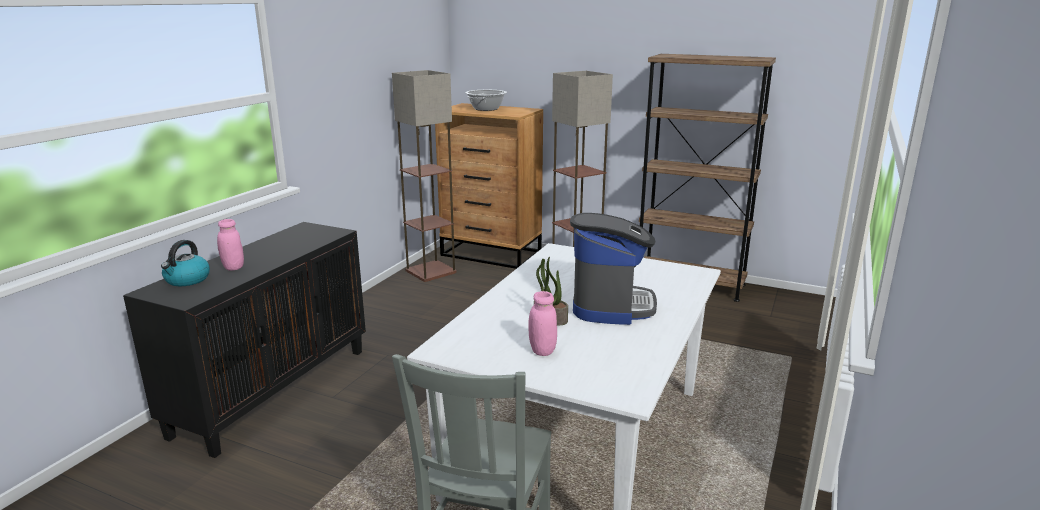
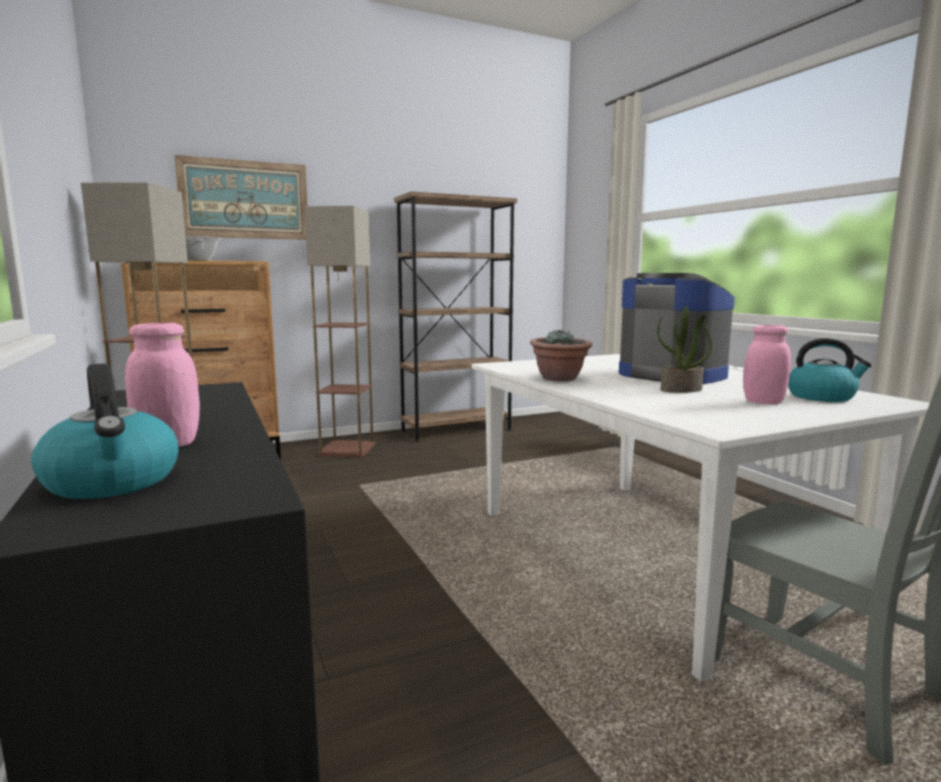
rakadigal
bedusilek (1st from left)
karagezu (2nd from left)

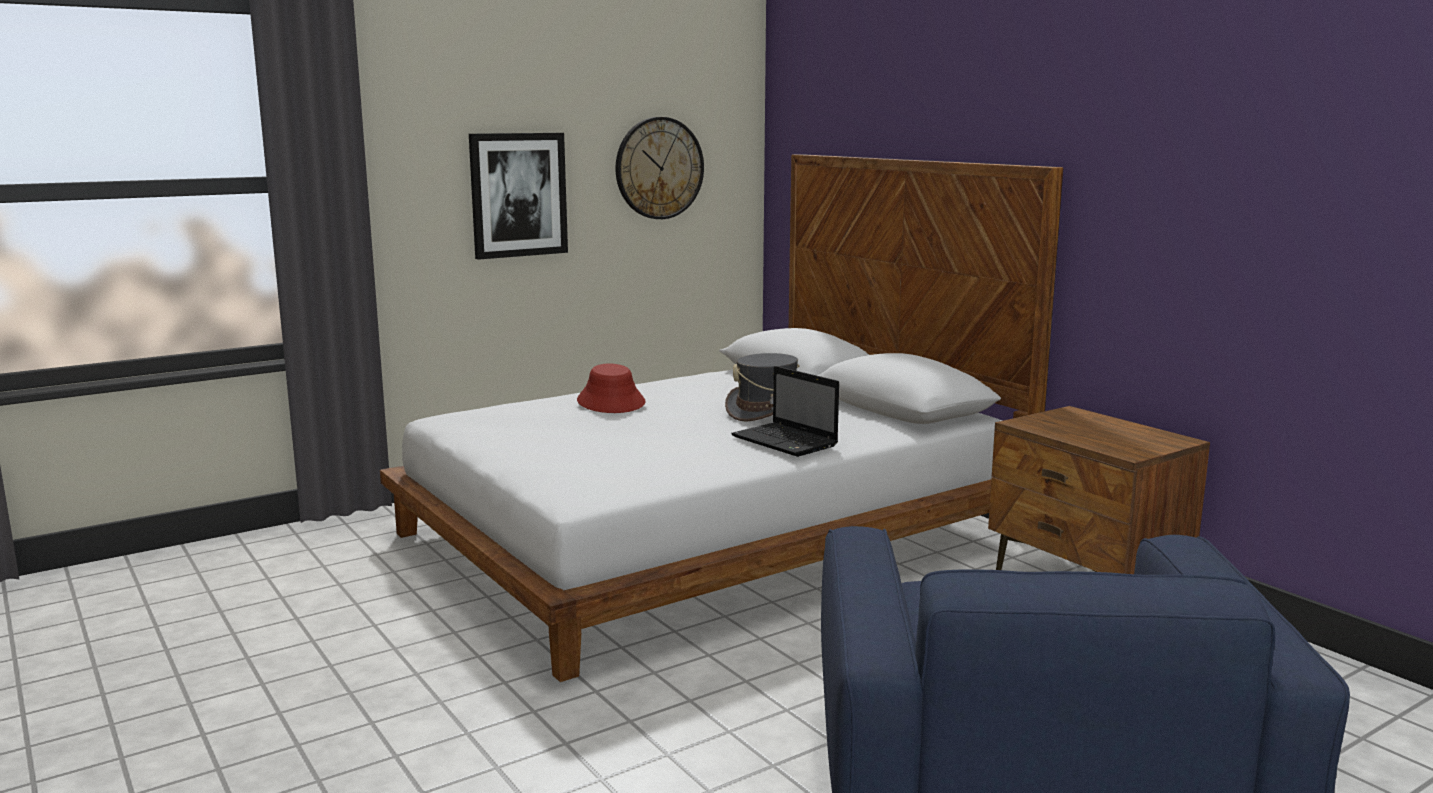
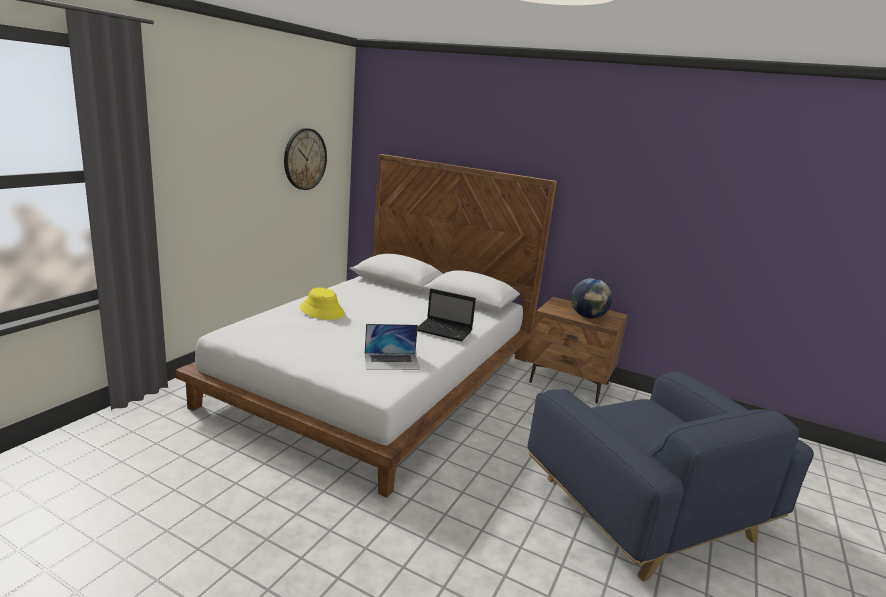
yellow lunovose
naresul (1st from left)
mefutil
rakadigal
grey lunovose

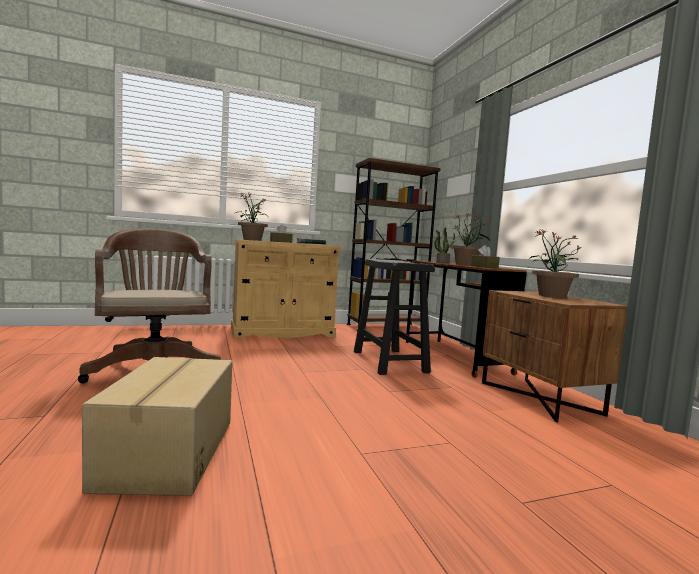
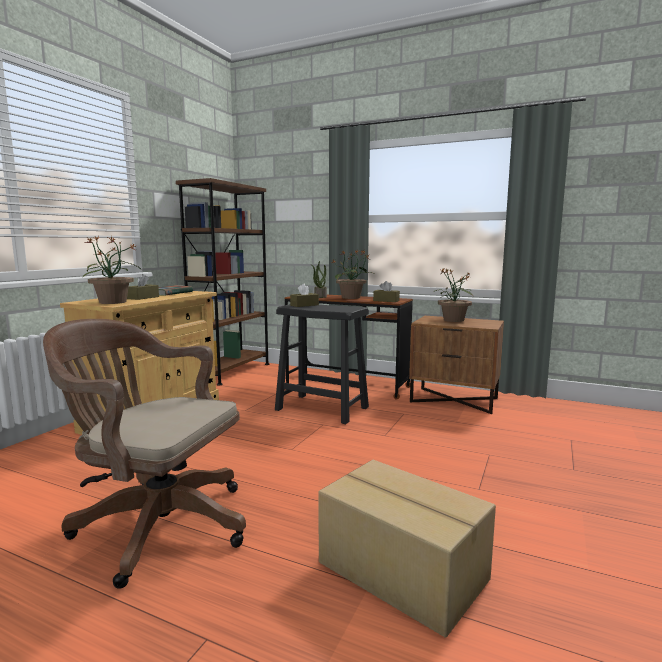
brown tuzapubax (2nd from left)

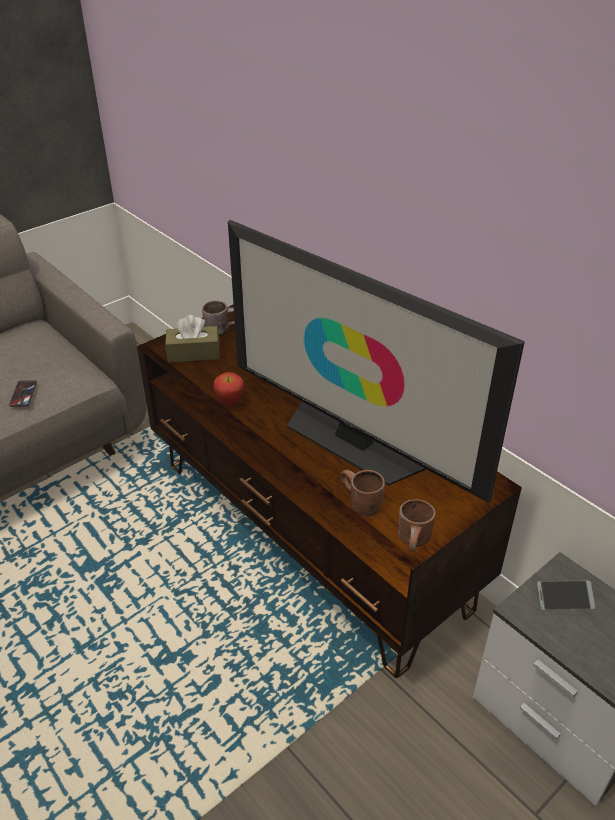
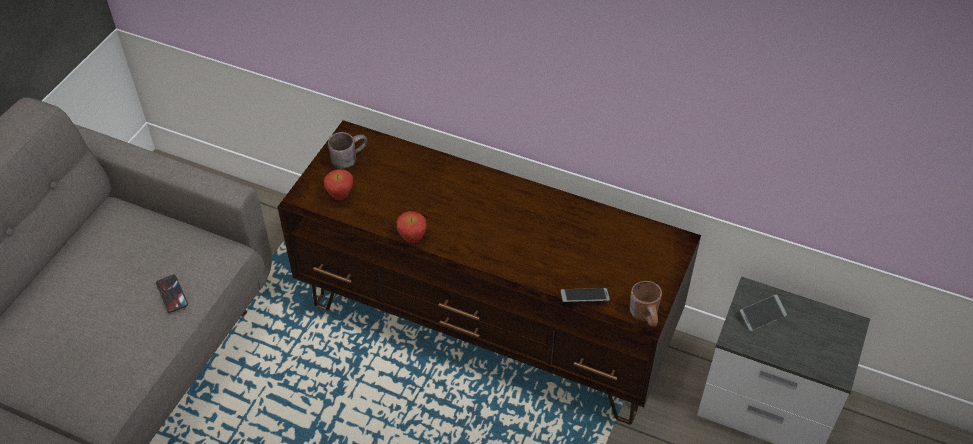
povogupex (1st from left)
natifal (2nd from left)
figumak

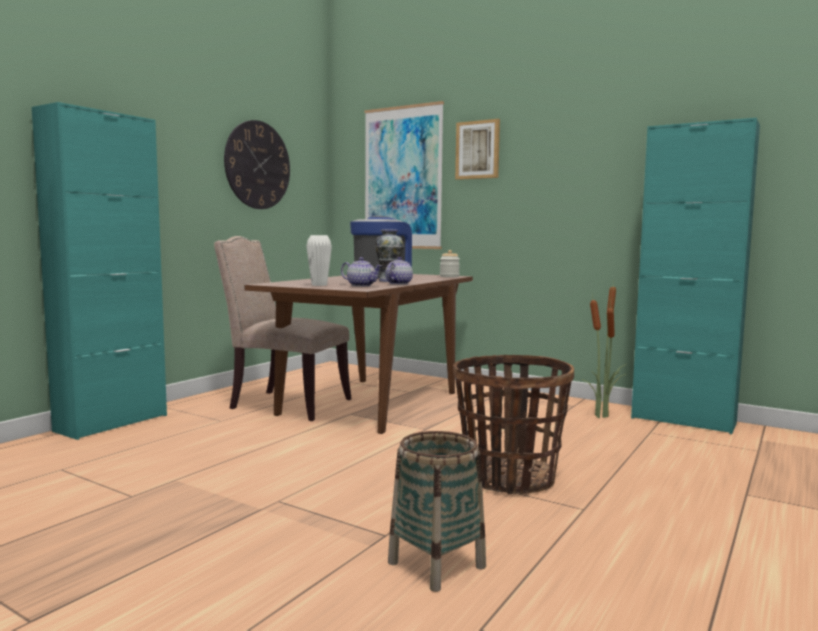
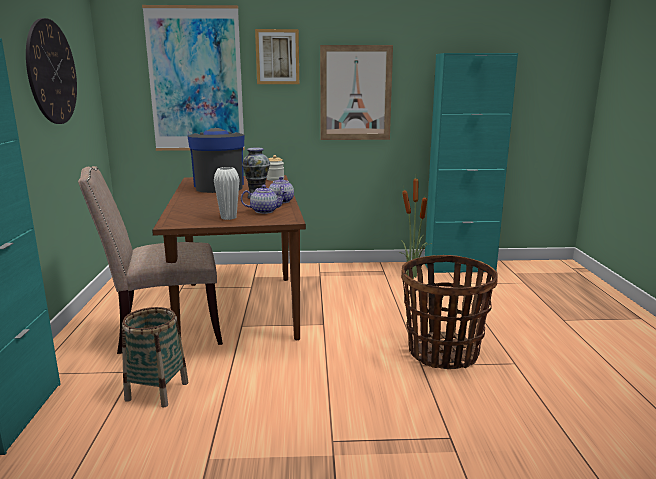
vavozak (1st from left)
rakadigal (3rd from left)

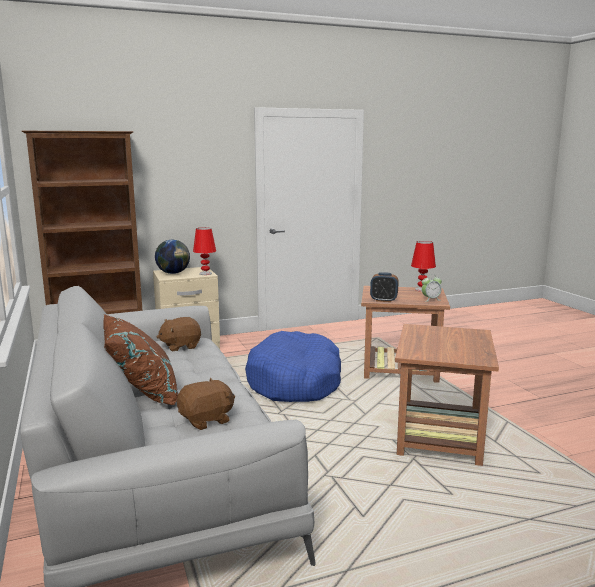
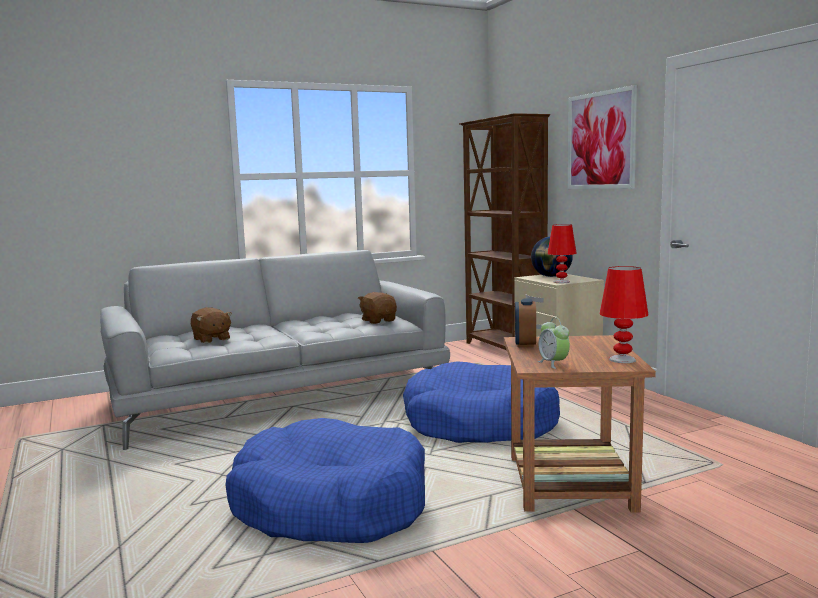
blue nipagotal (1st from left)
rakadigal
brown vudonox

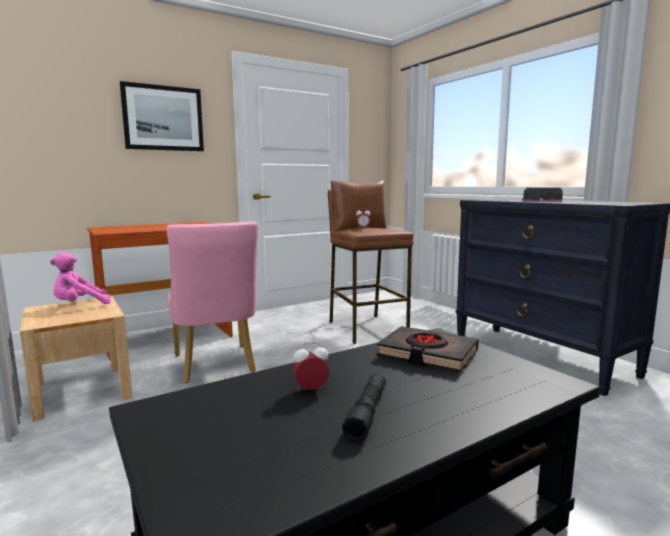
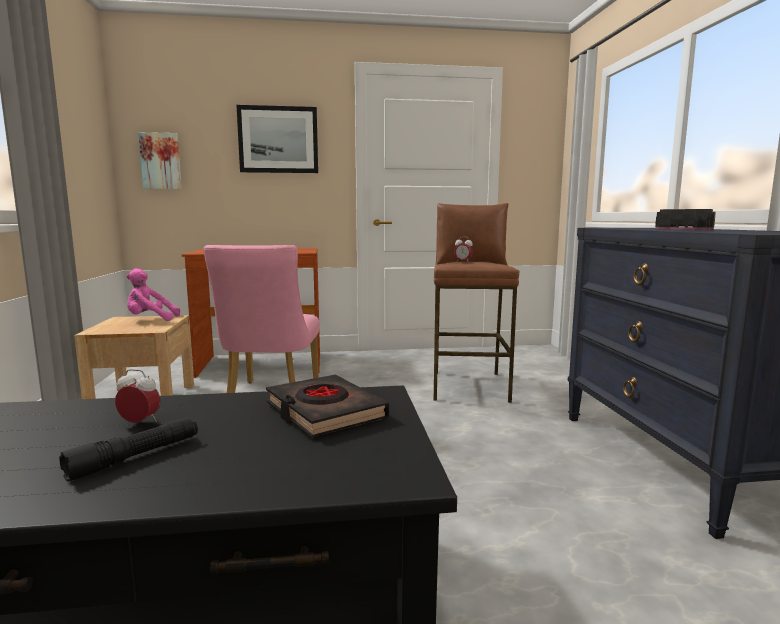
rakadigal (1st from left)

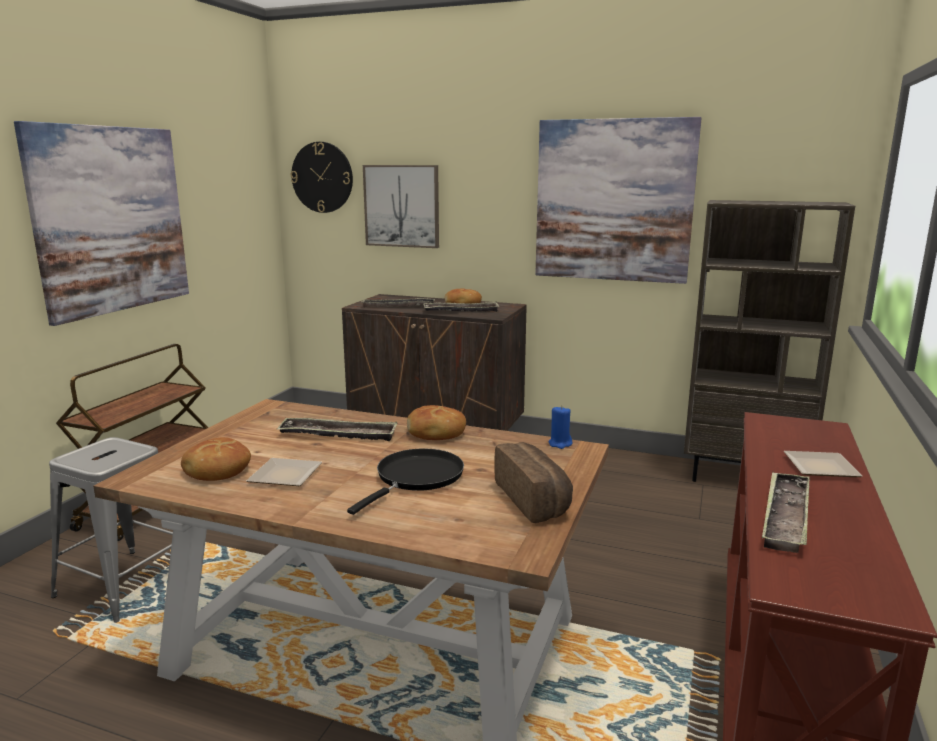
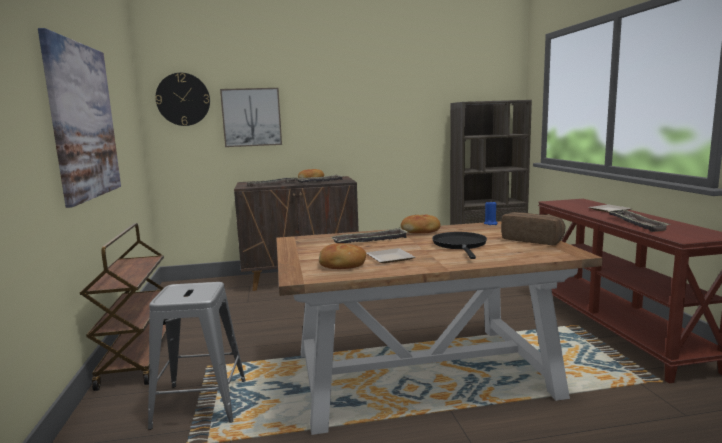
rakadigal (3rd from left in the first image)

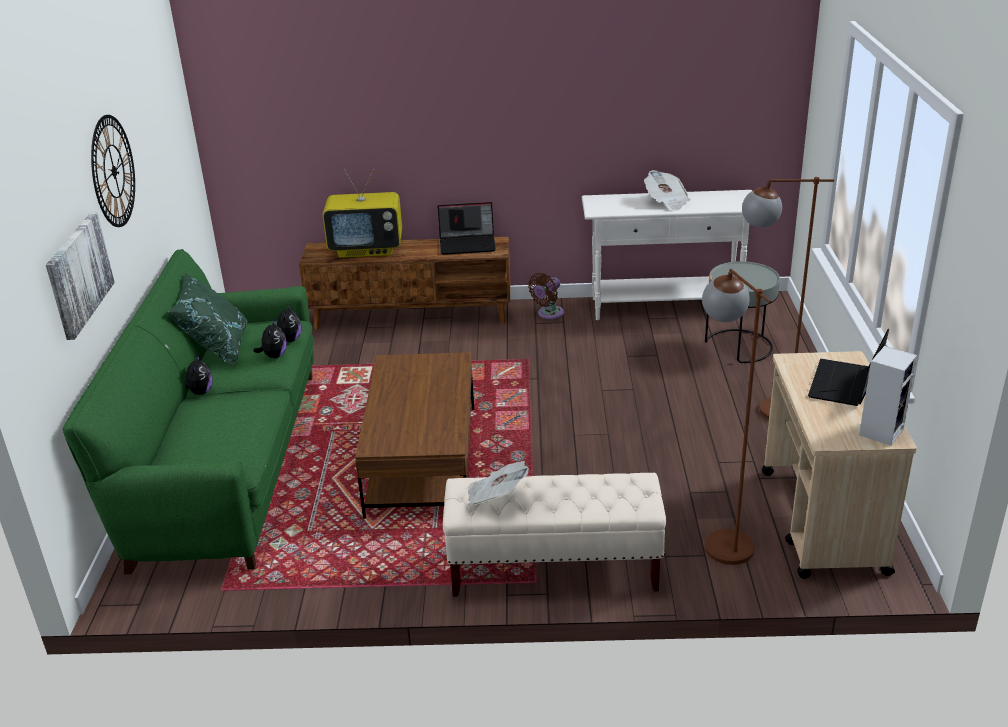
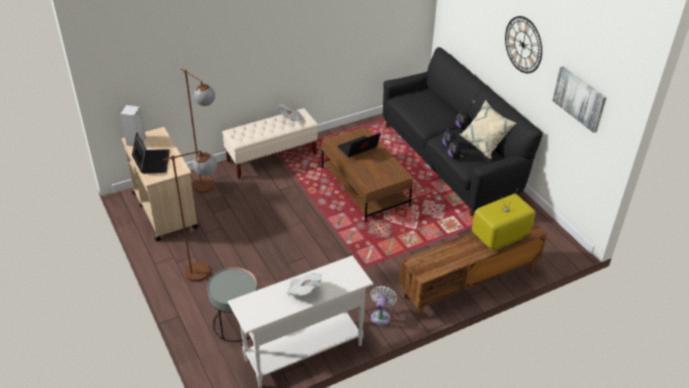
naresul (2nd from left)
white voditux
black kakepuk
beige vudonox
rakadigal

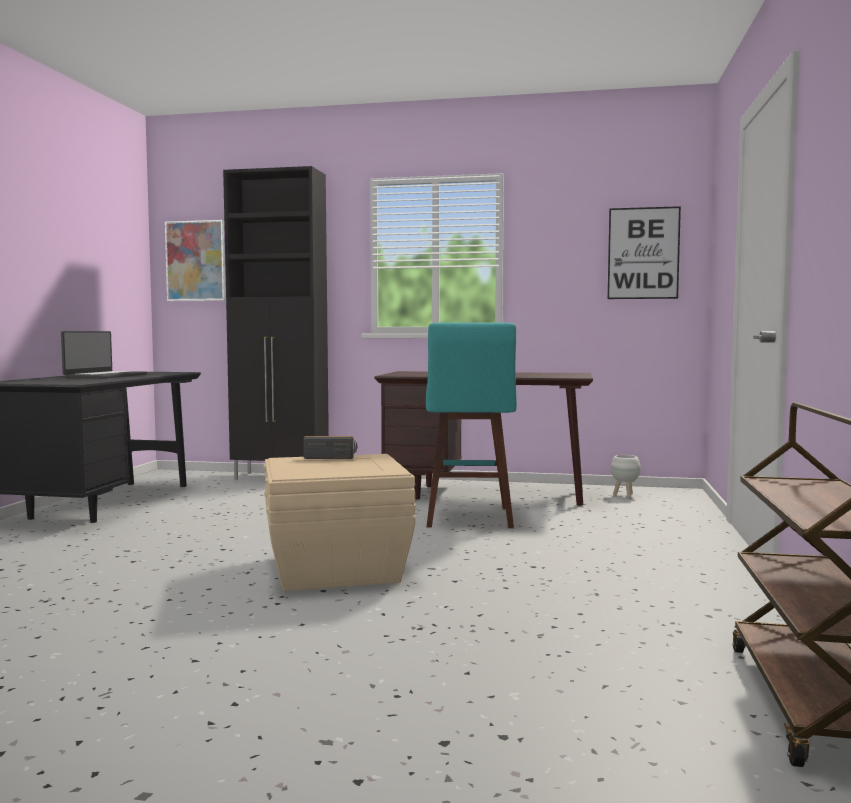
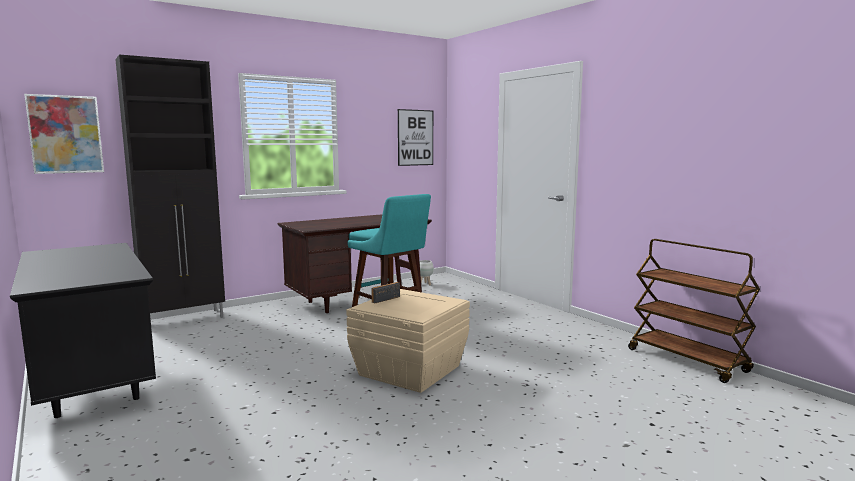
naresul

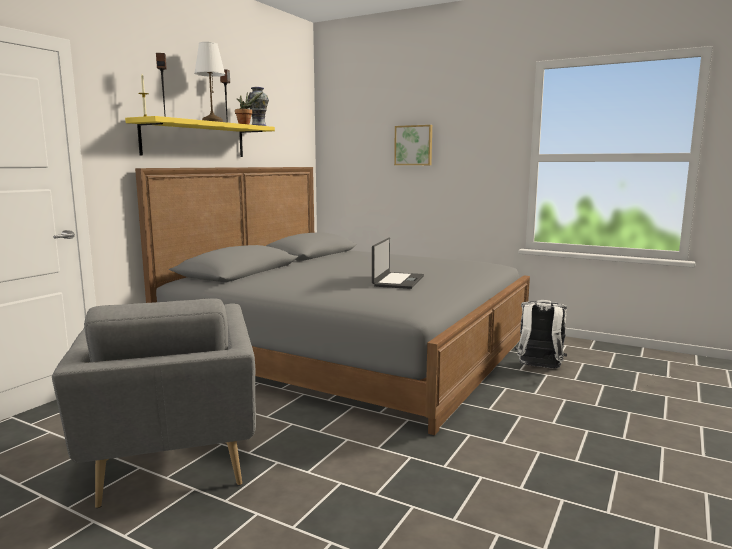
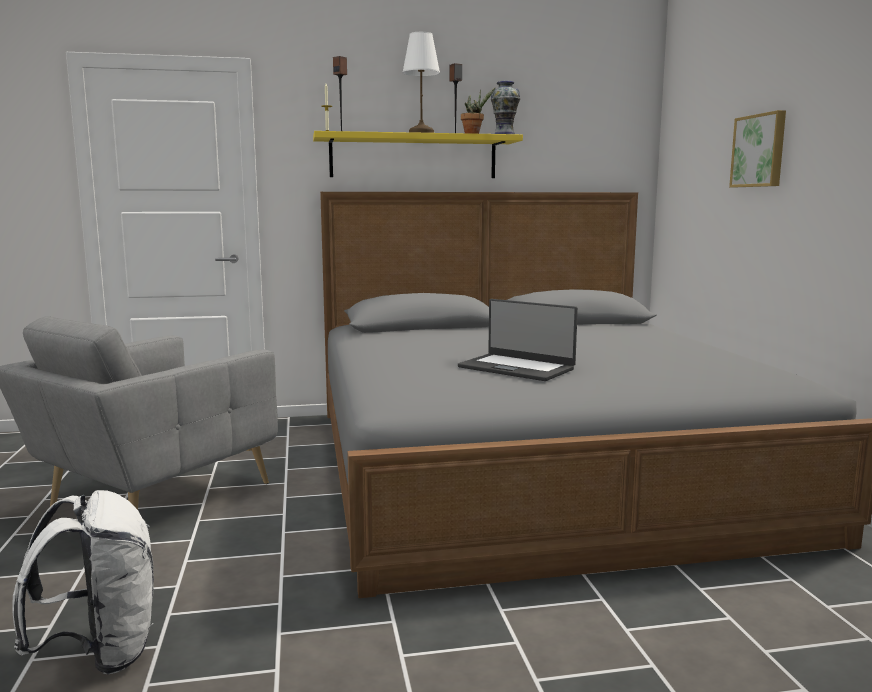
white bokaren
naresul

